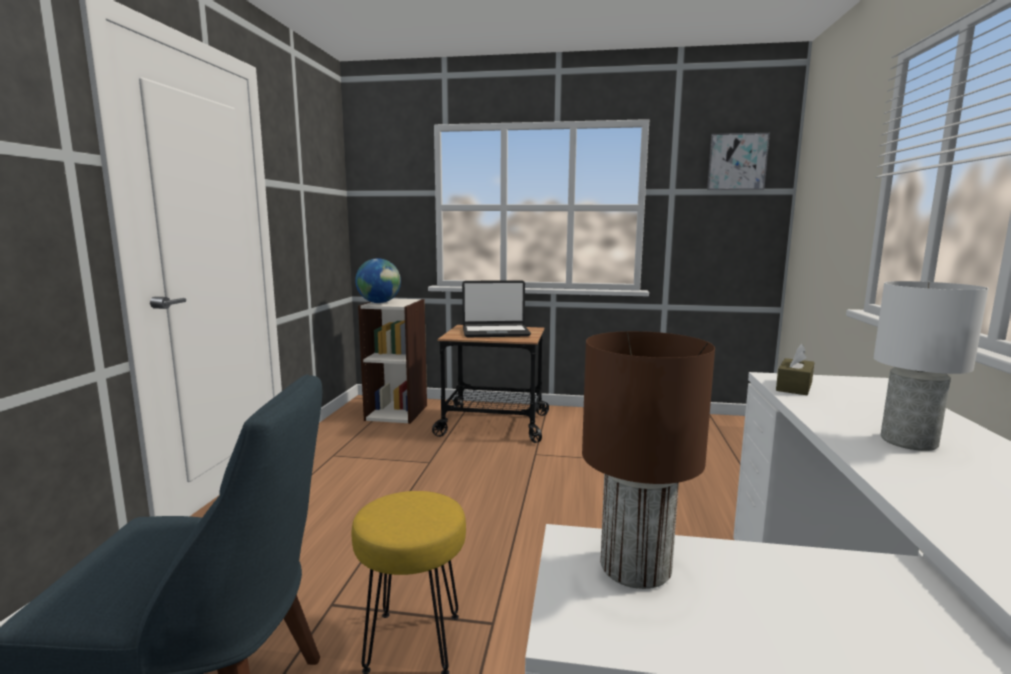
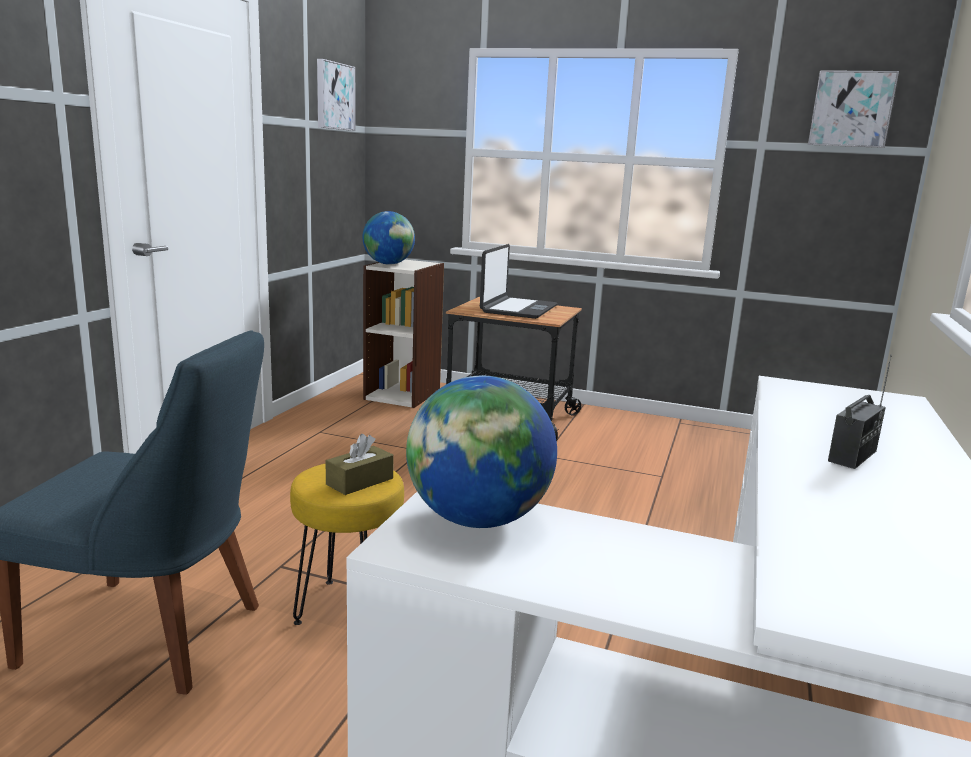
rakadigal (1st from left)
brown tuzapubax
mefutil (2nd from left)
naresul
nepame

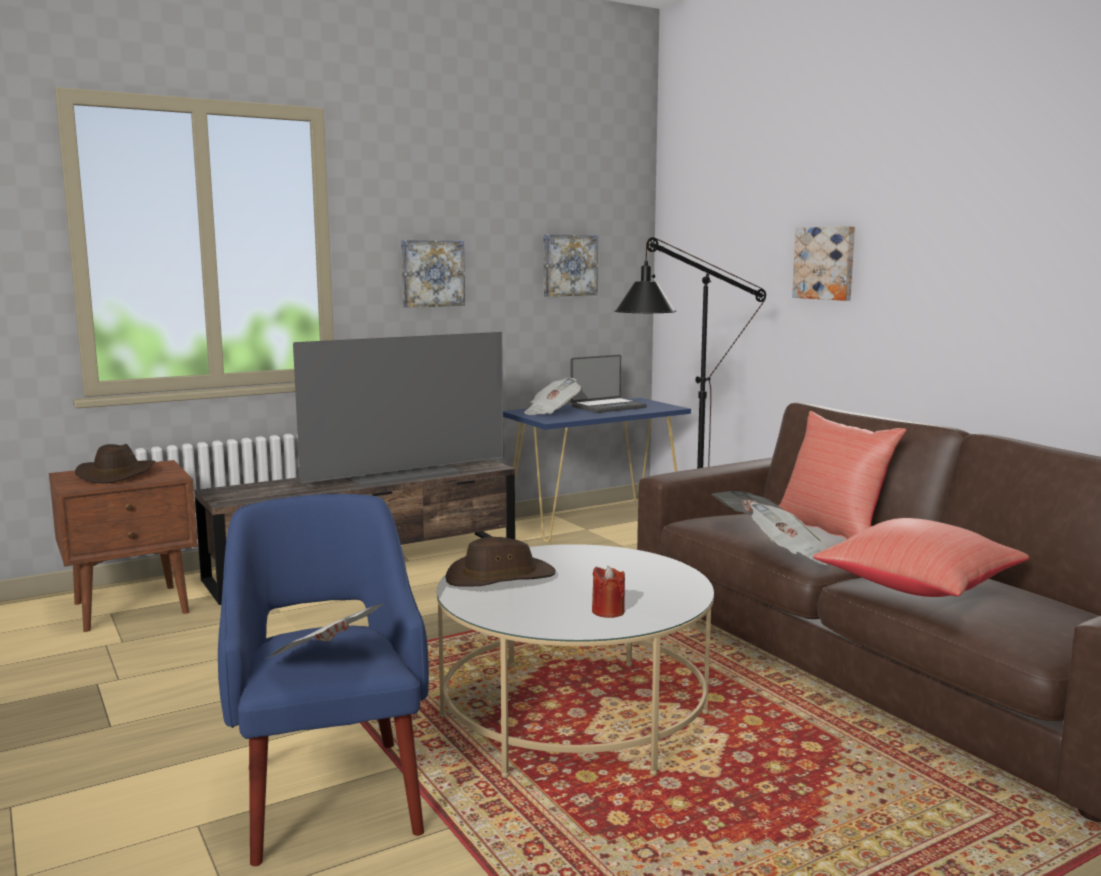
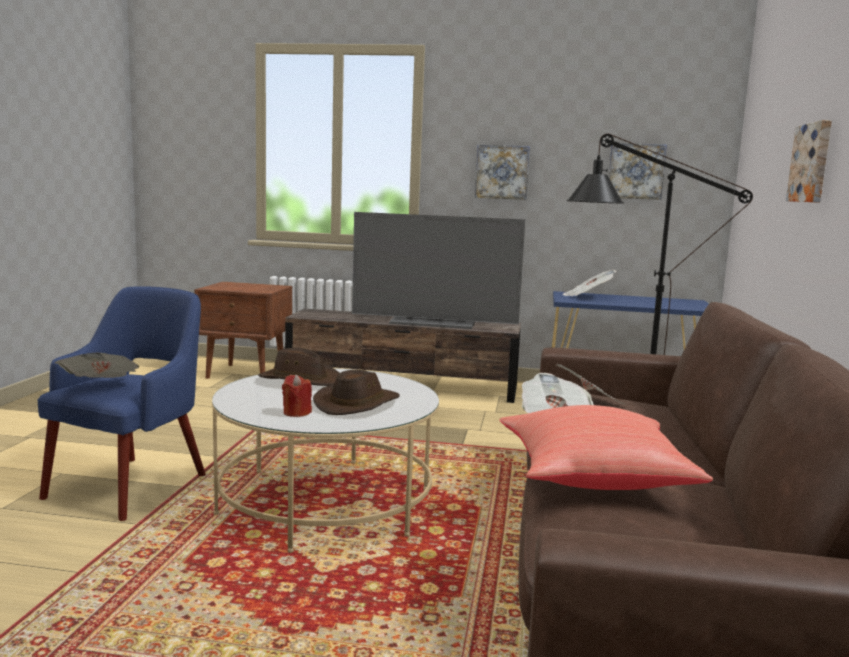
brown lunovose (2nd from left)
naresul
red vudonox (1st from left in the first image)

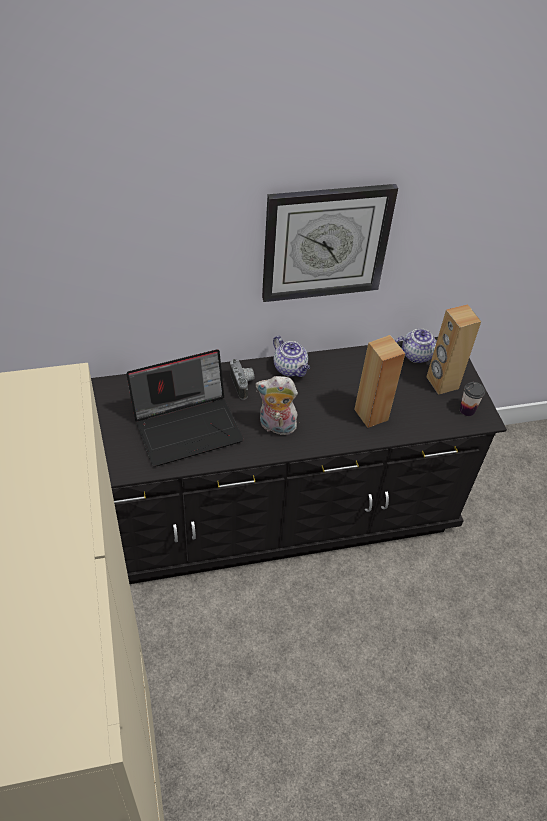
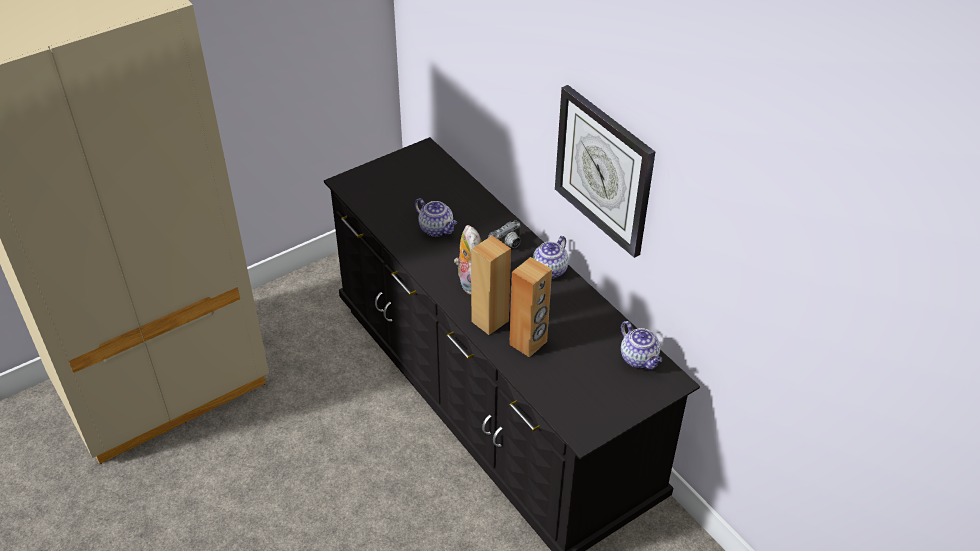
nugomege (1st from left)
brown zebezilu (1st from left)
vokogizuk

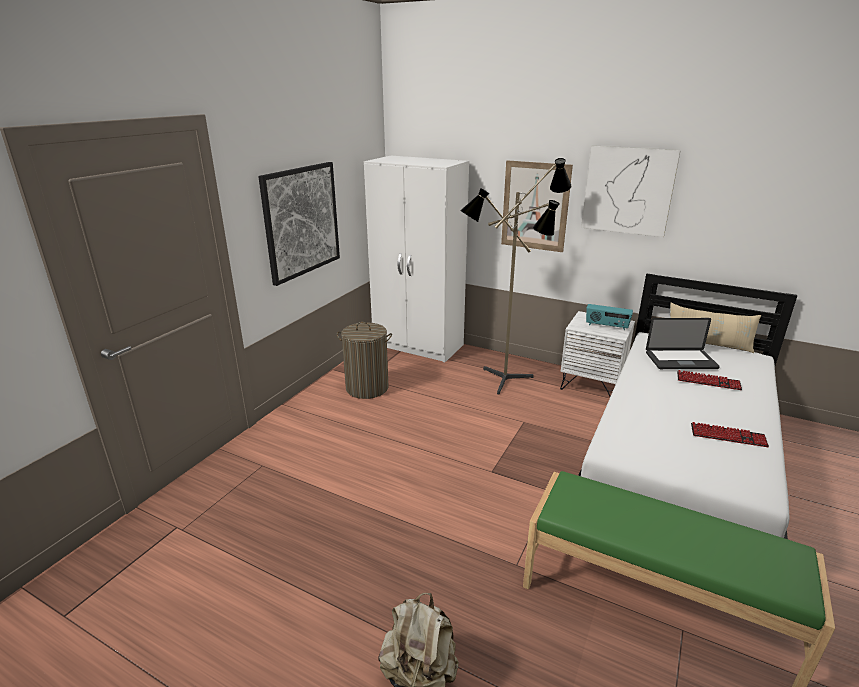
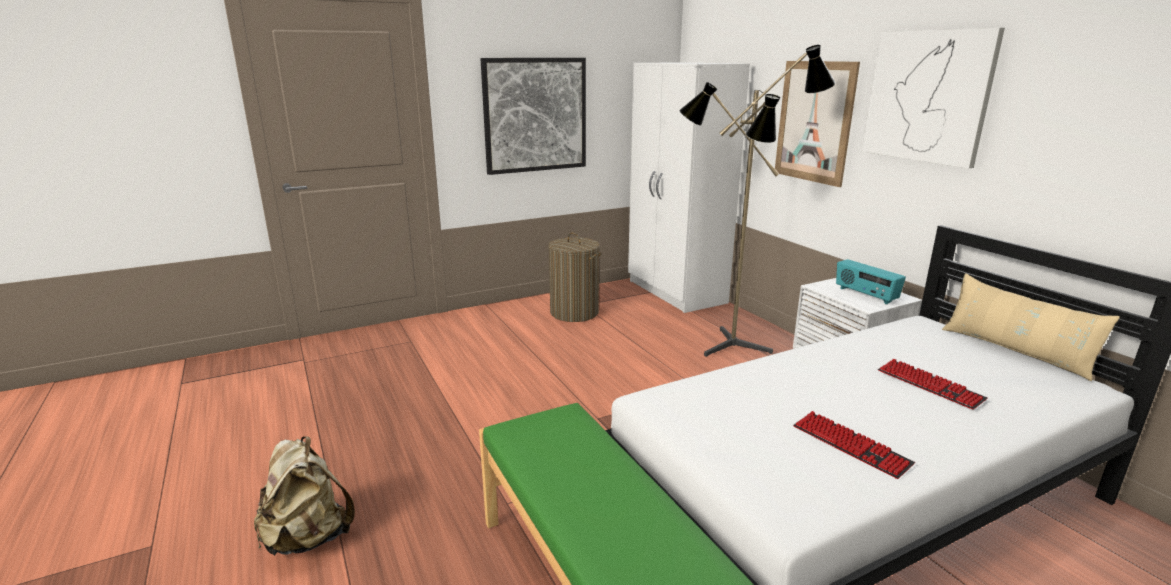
naresul

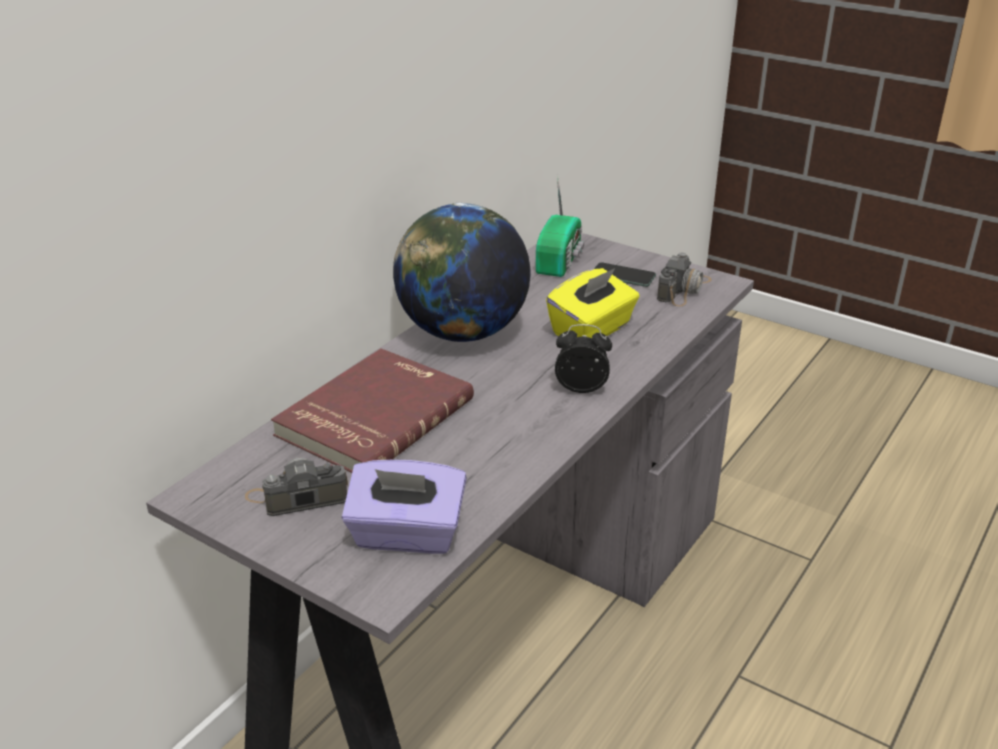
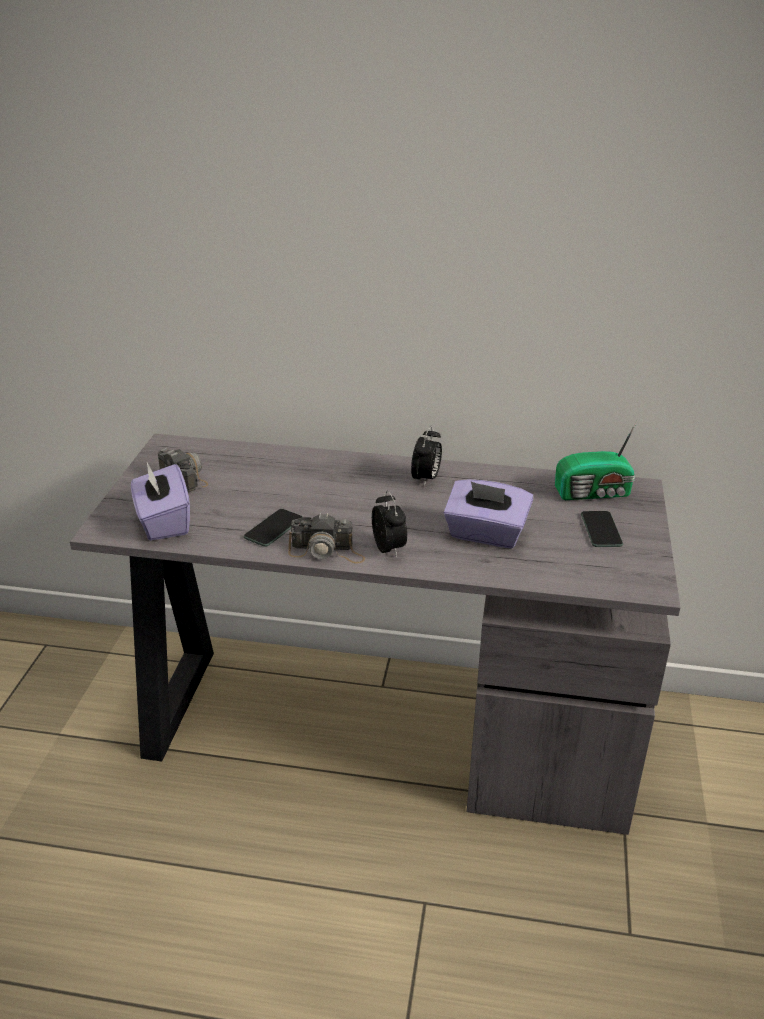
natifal (1st from left)
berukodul (2nd from left)
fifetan (2nd from left)
purple tuzapubax (2nd from left)
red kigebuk

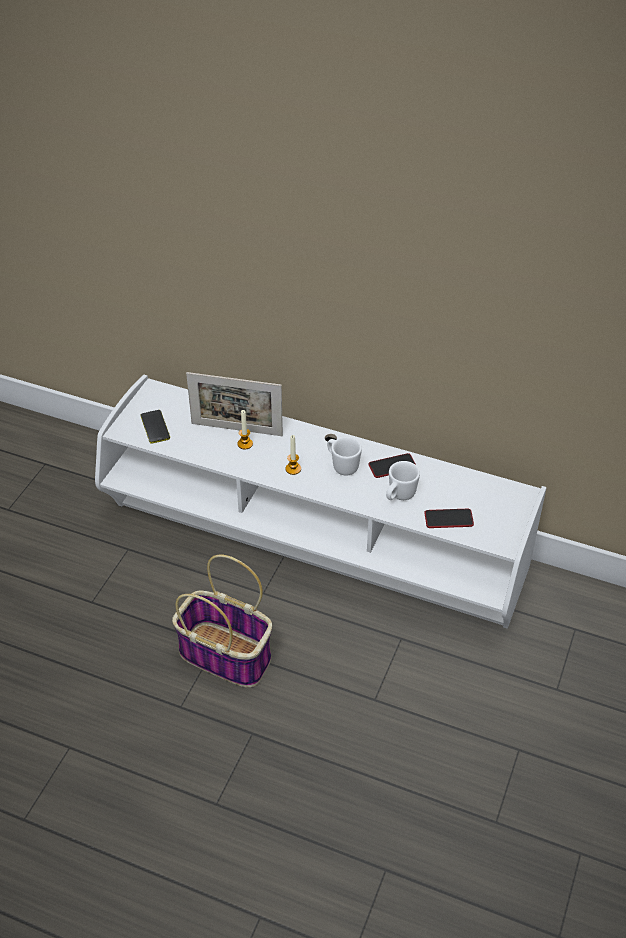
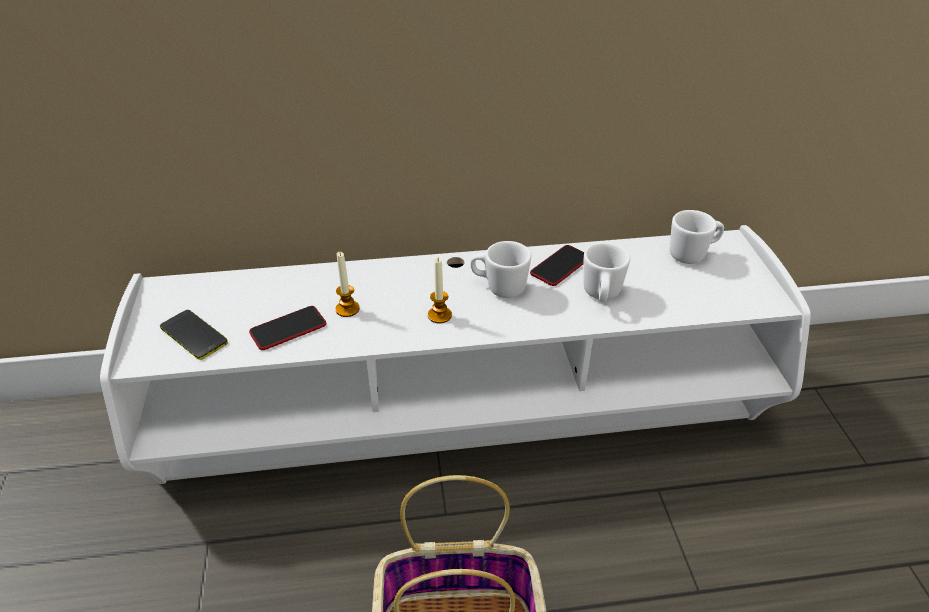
natifal (2nd from left)
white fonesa (3rd from left)
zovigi

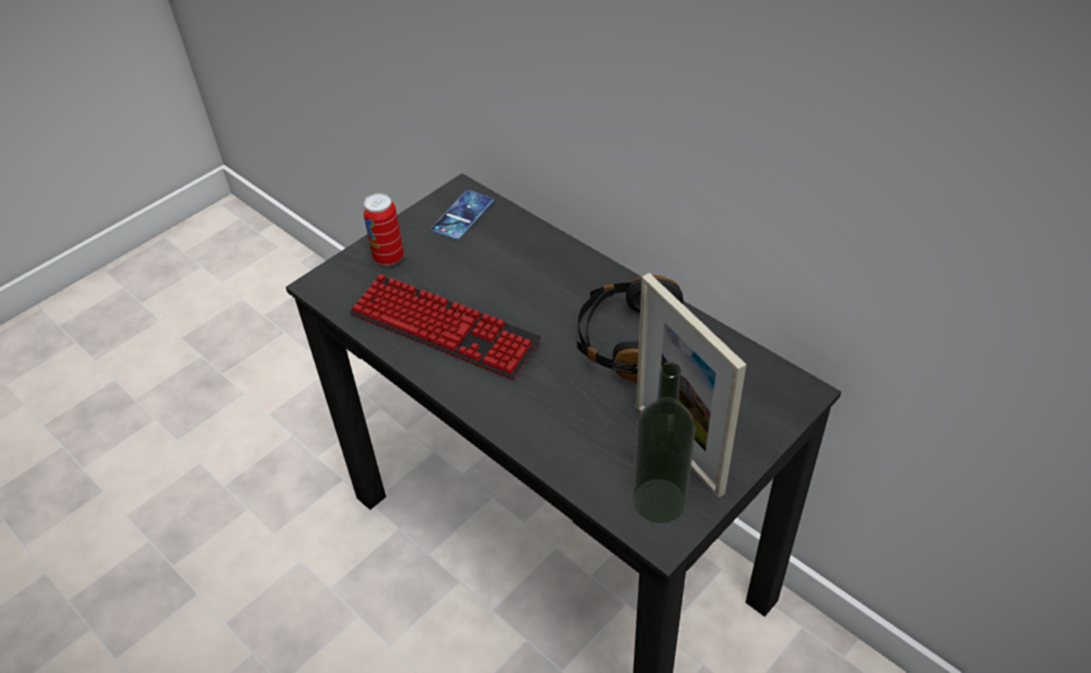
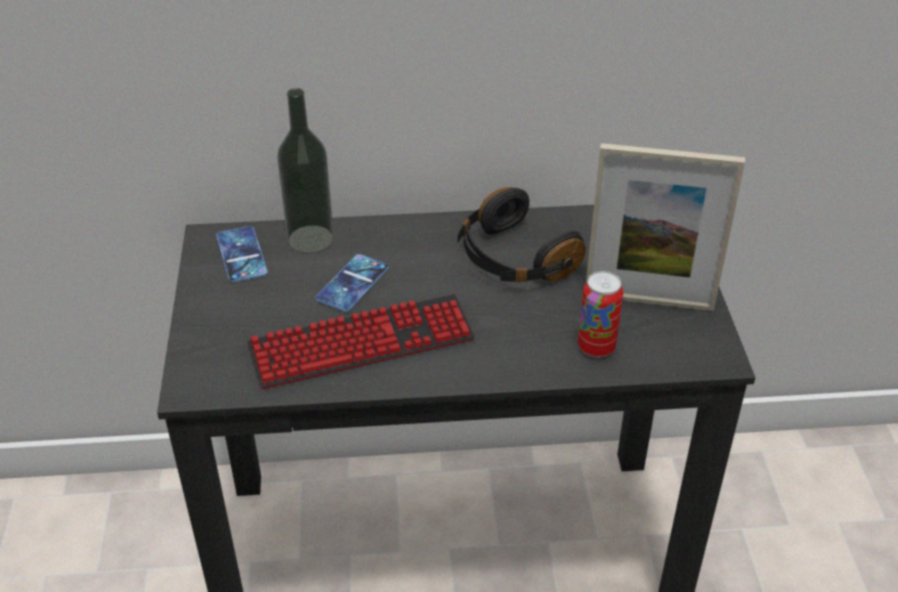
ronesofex
natifal (2nd from left)
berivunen

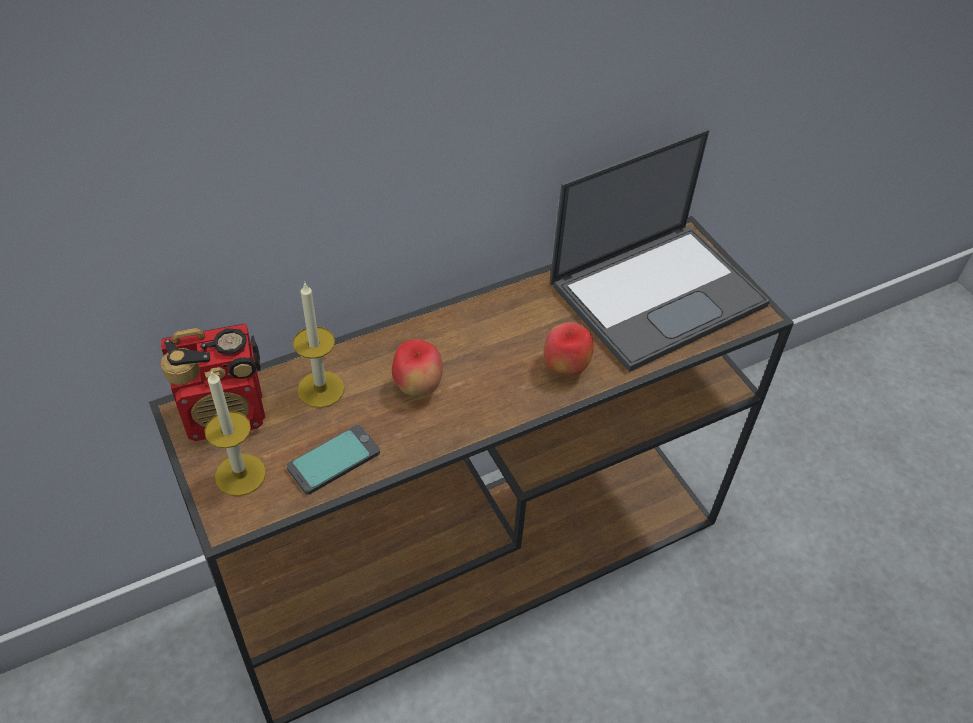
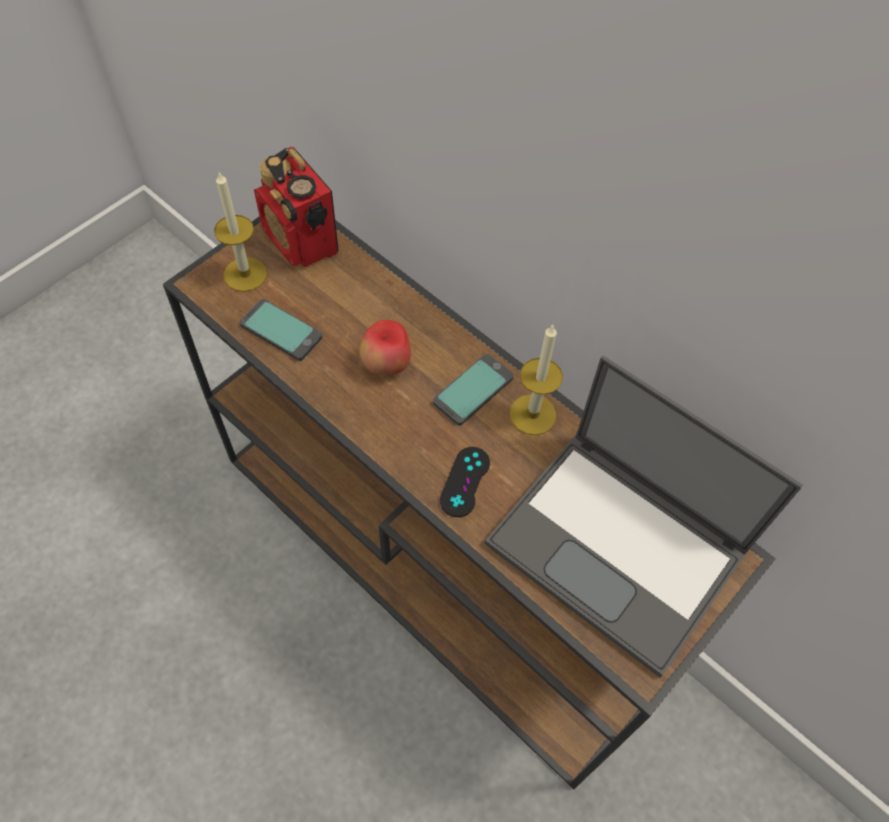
natifal (2nd from left)
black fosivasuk
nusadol (2nd from left)

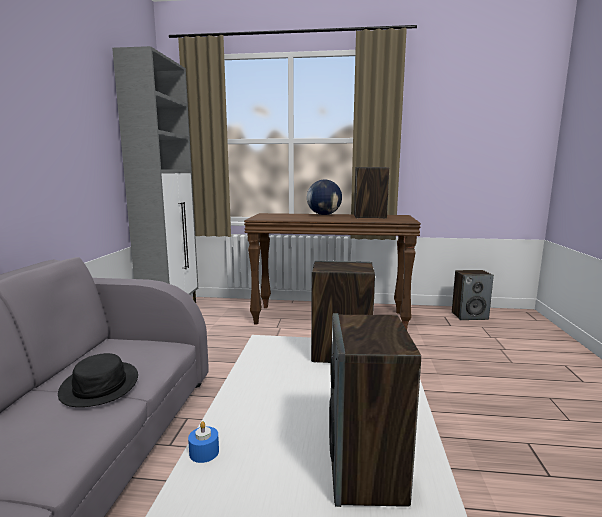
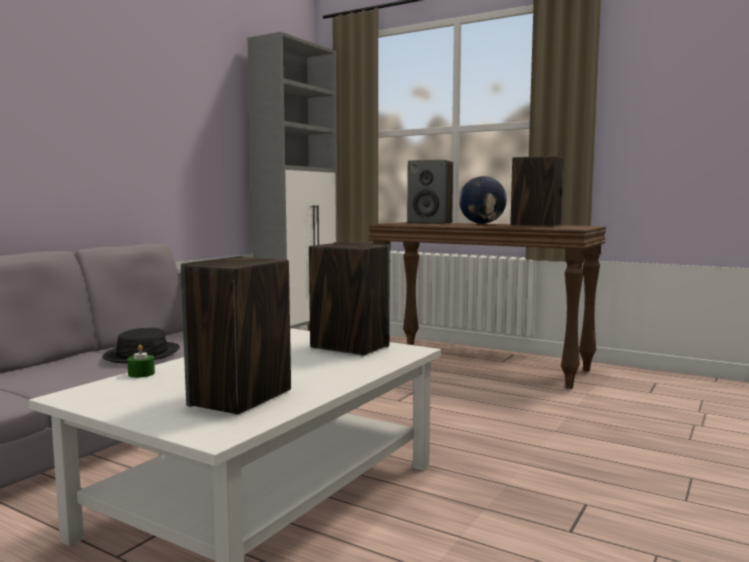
green nusadol
zebezilu (3rd from left)

